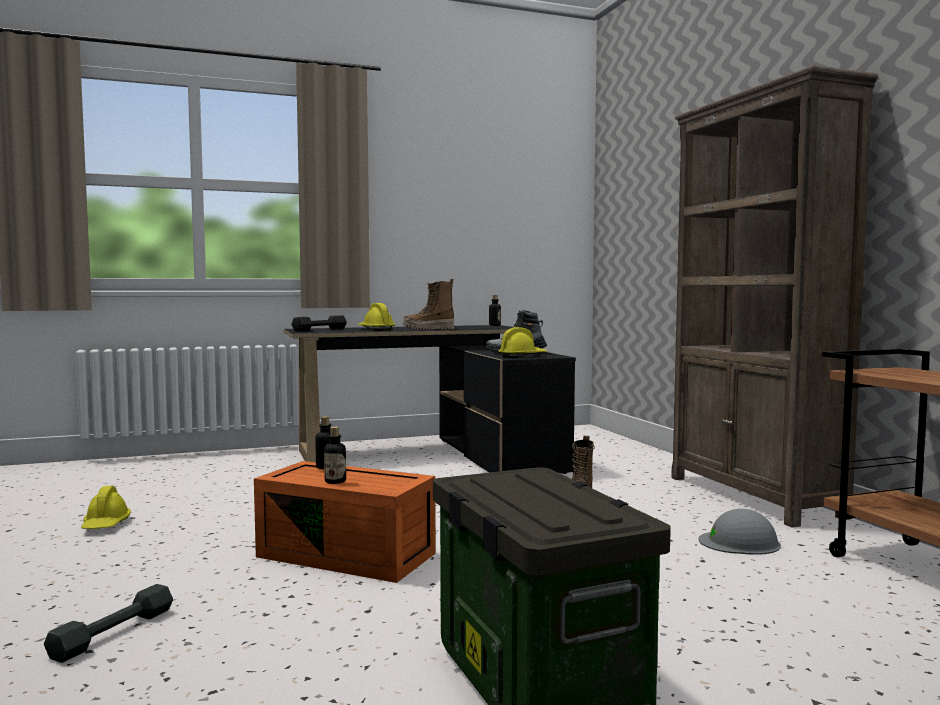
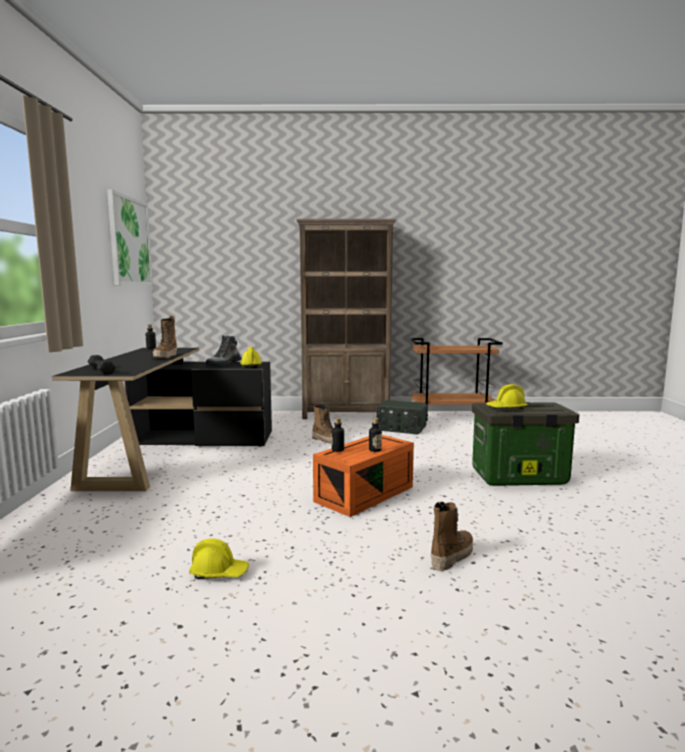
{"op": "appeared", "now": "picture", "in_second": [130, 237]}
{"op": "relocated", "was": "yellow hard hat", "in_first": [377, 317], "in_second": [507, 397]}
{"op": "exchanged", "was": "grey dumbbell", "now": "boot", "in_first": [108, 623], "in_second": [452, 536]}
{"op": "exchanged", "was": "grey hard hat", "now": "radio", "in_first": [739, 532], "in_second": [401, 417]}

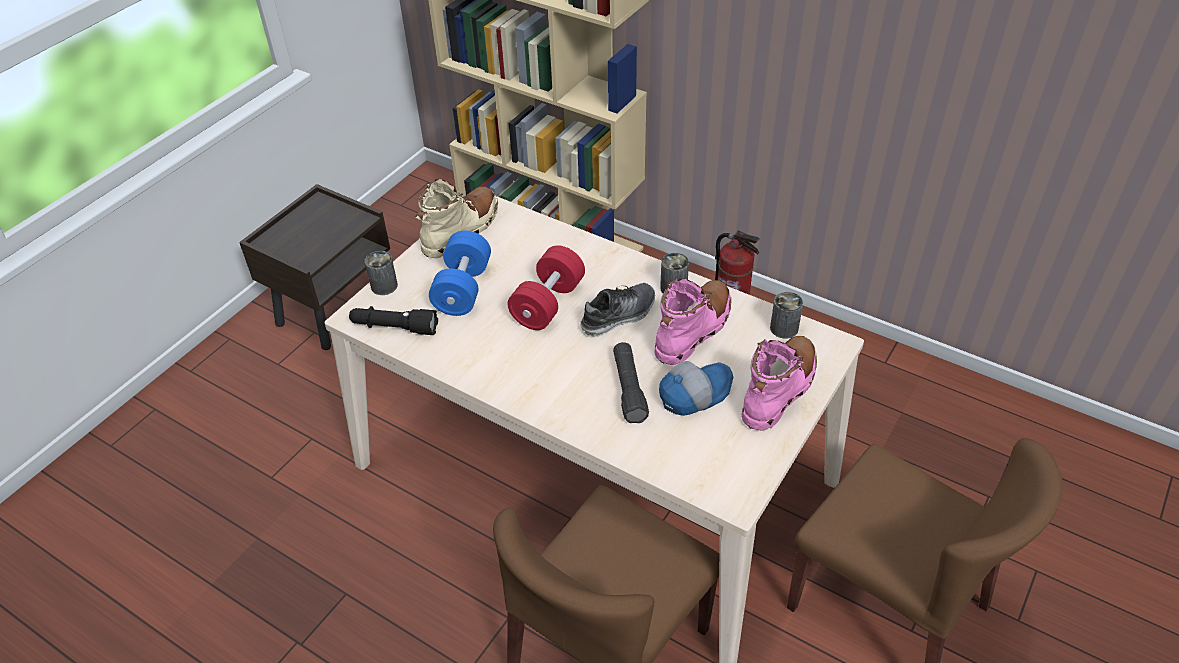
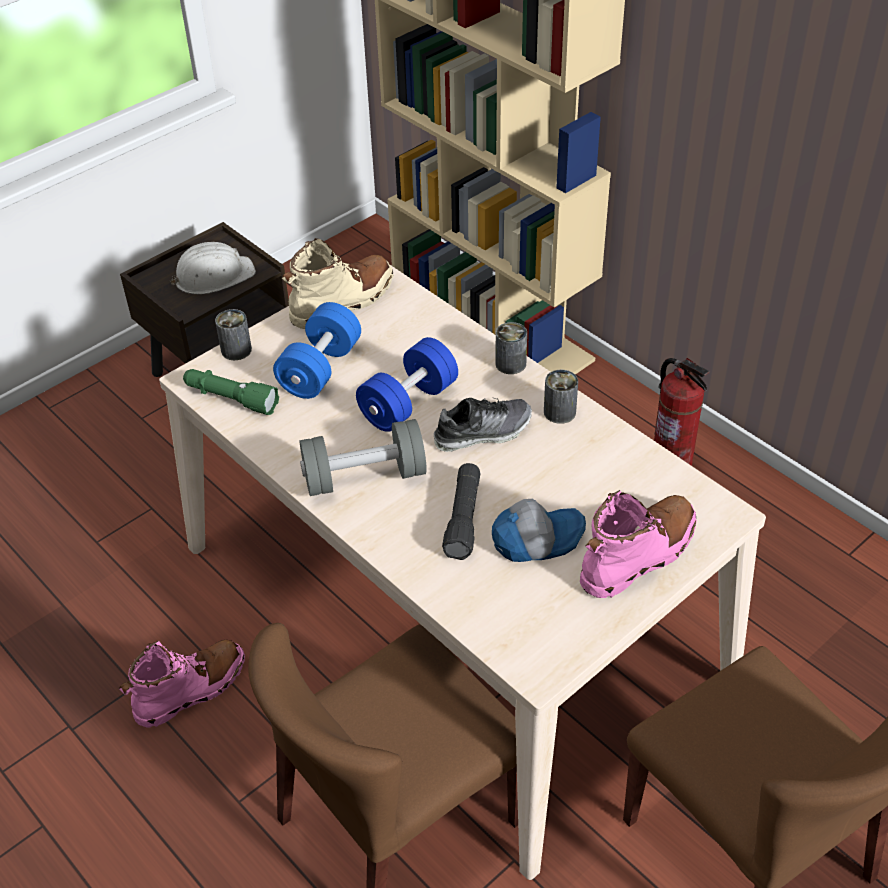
{"op": "appeared", "now": "white hard hat", "in_second": [213, 268]}
{"op": "appeared", "now": "grey dumbbell", "in_second": [363, 457]}
{"op": "relocated", "was": "pink boot", "in_first": [692, 322], "in_second": [182, 683]}
{"op": "relocated", "was": "can", "in_first": [786, 315], "in_second": [511, 348]}
{"op": "colour", "was": "black flashlight", "now": "green flashlight", "in_first": [393, 320], "in_second": [231, 392]}
{"op": "colour", "was": "red dumbbell", "now": "blue dumbbell", "in_first": [546, 287], "in_second": [407, 384]}

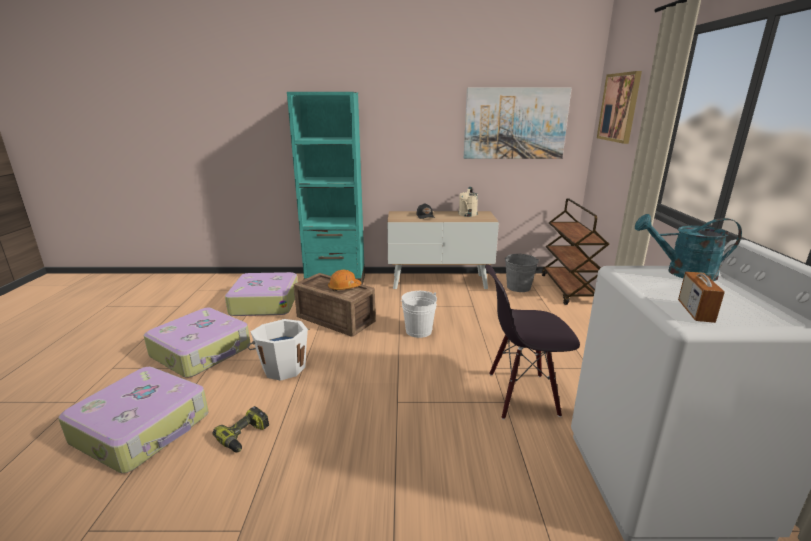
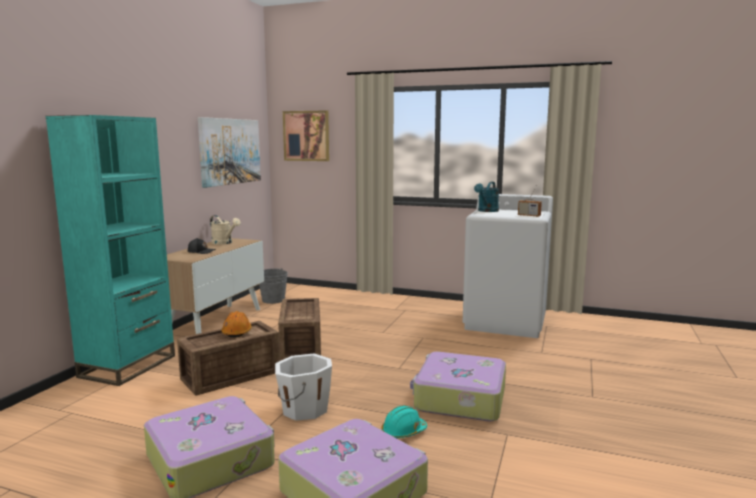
{"op": "missing", "was": "black chair", "in_first": [532, 342]}
{"op": "missing", "was": "brown cart", "in_first": [575, 251]}
{"op": "relocated", "was": "suitcase", "in_first": [261, 294], "in_second": [458, 386]}
{"op": "exchanged", "was": "power drill", "now": "turquoise hard hat", "in_first": [240, 429], "in_second": [404, 421]}
{"op": "exchanged", "was": "white bucket", "now": "crate", "in_first": [418, 314], "in_second": [299, 329]}

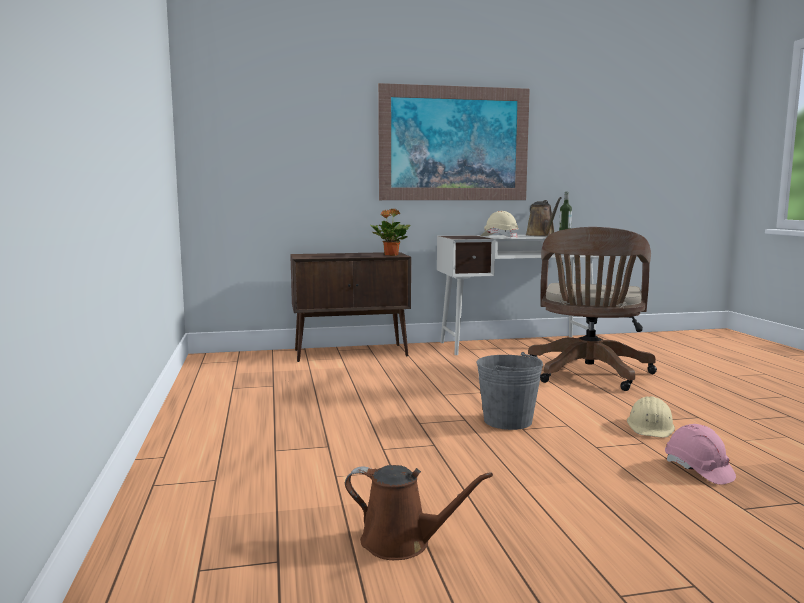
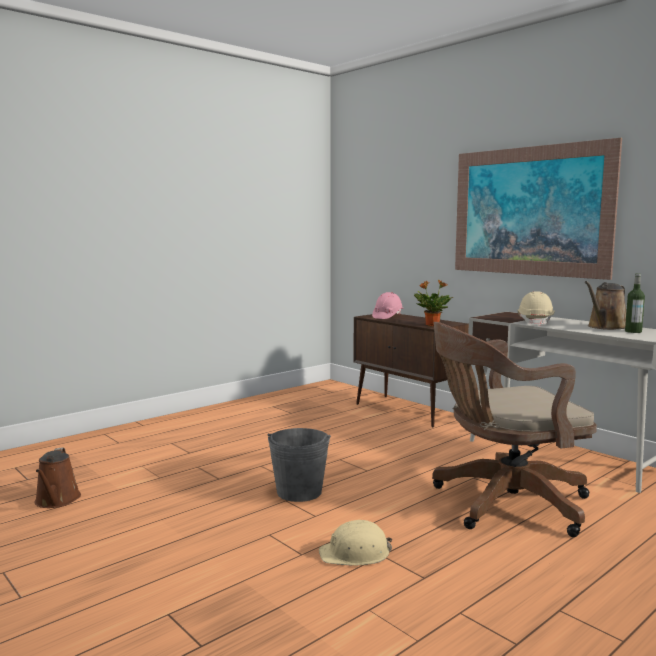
{"op": "relocated", "was": "pink hard hat", "in_first": [700, 454], "in_second": [387, 305]}

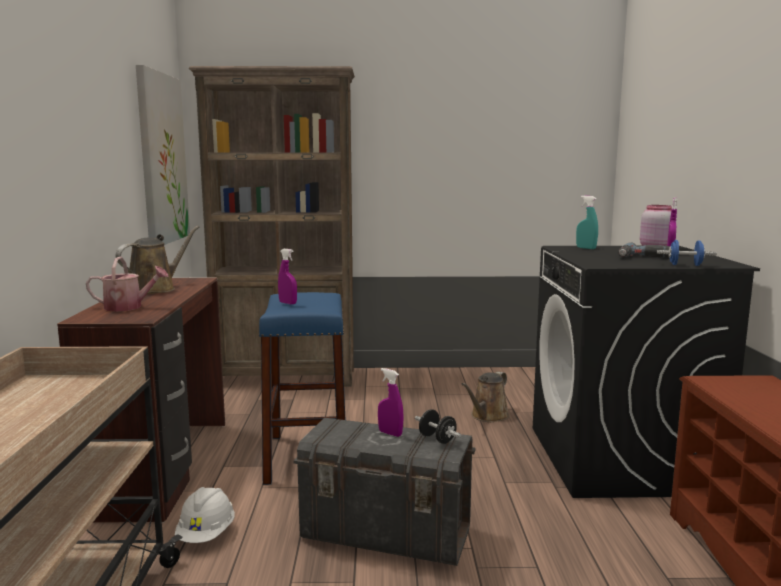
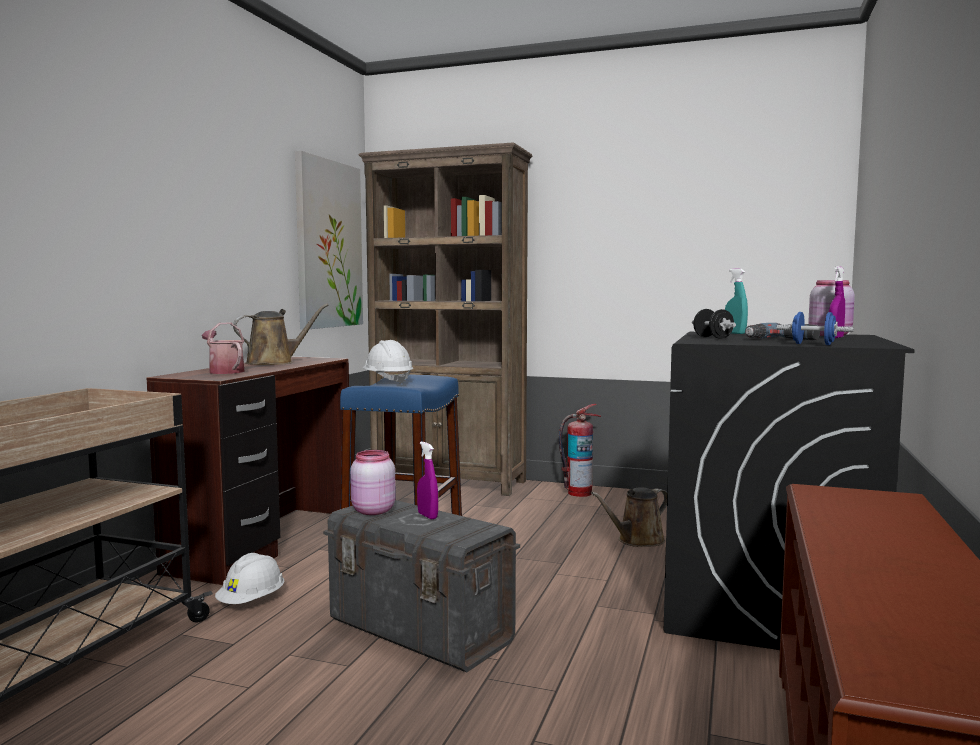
{"op": "appeared", "now": "pink jar", "in_second": [373, 482]}
{"op": "appeared", "now": "fire extinguisher", "in_second": [579, 450]}
{"op": "relocated", "was": "black dumbbell", "in_first": [438, 426], "in_second": [714, 324]}
{"op": "exchanged", "was": "purple spray bottle", "now": "white hard hat", "in_first": [287, 276], "in_second": [388, 362]}
{"op": "spun", "was": "watering can", "in_first": [127, 284], "in_second": [223, 348], "clockwise": -150}

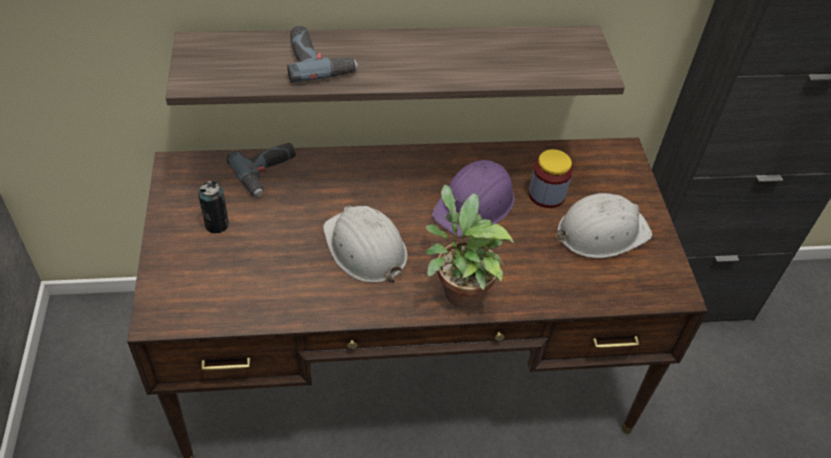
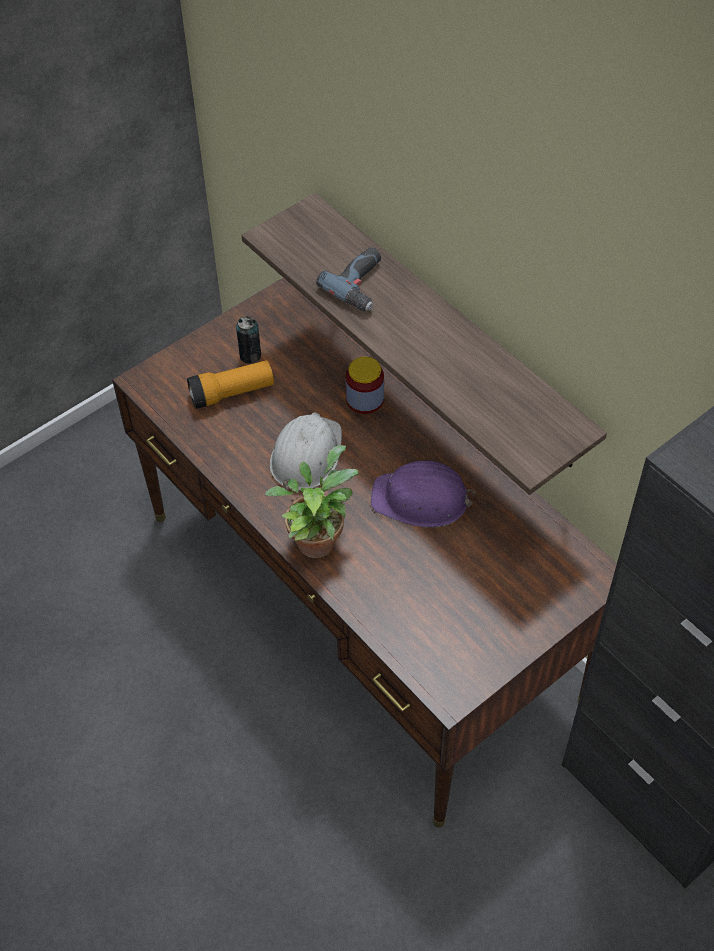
{"op": "missing", "was": "power drill", "in_first": [261, 170]}
{"op": "missing", "was": "white hard hat", "in_first": [604, 225]}
{"op": "appeared", "now": "flashlight", "in_second": [230, 384]}
{"op": "relocated", "was": "jar", "in_first": [550, 178], "in_second": [365, 385]}

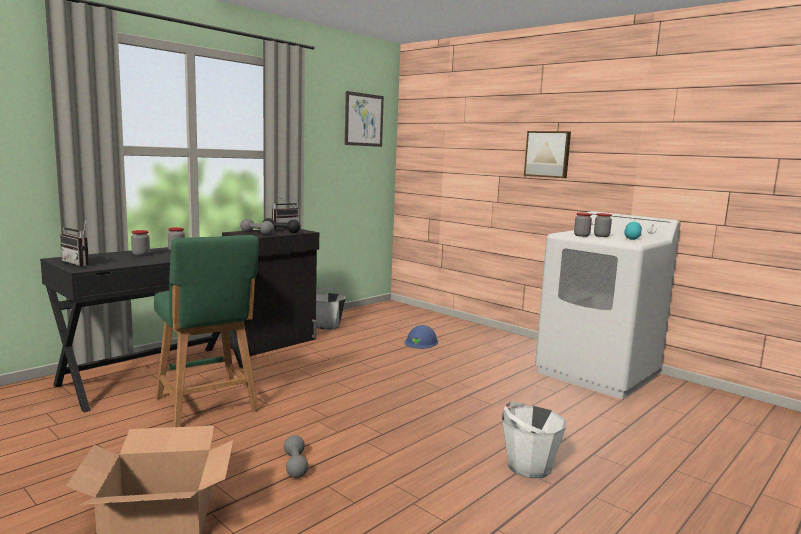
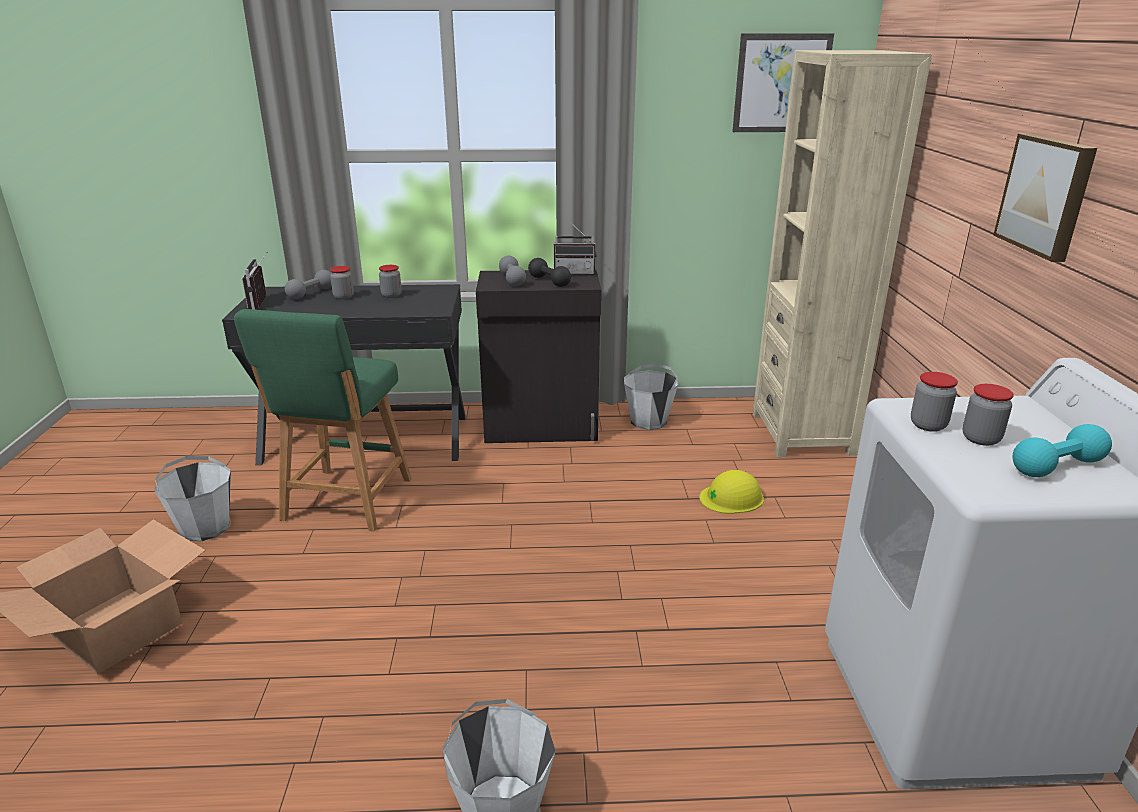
{"op": "appeared", "now": "white bucket", "in_second": [192, 498]}
{"op": "appeared", "now": "beige bookcase", "in_second": [842, 253]}
{"op": "relocated", "was": "grey dumbbell", "in_first": [296, 456], "in_second": [308, 284]}
{"op": "colour", "was": "blue hard hat", "now": "yellow hard hat", "in_first": [421, 337], "in_second": [731, 492]}

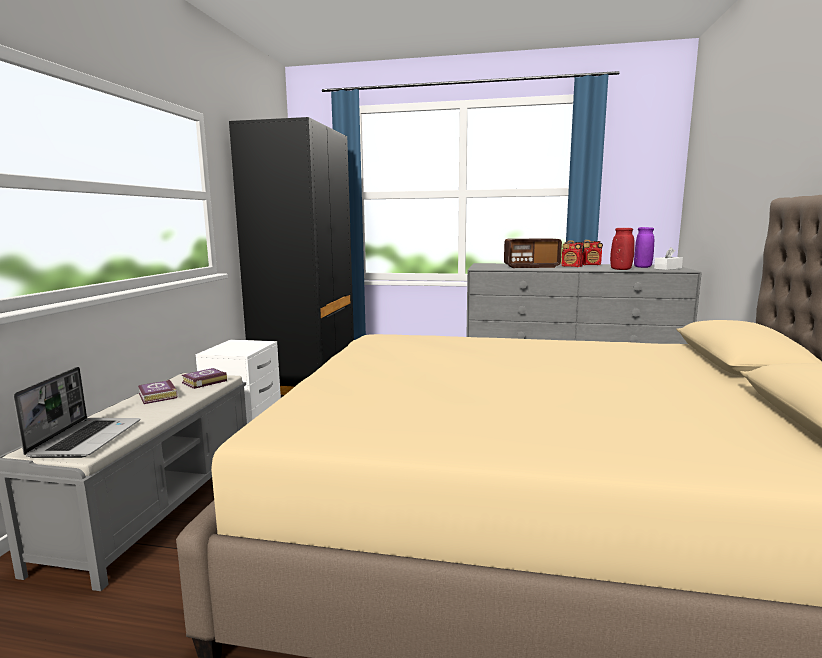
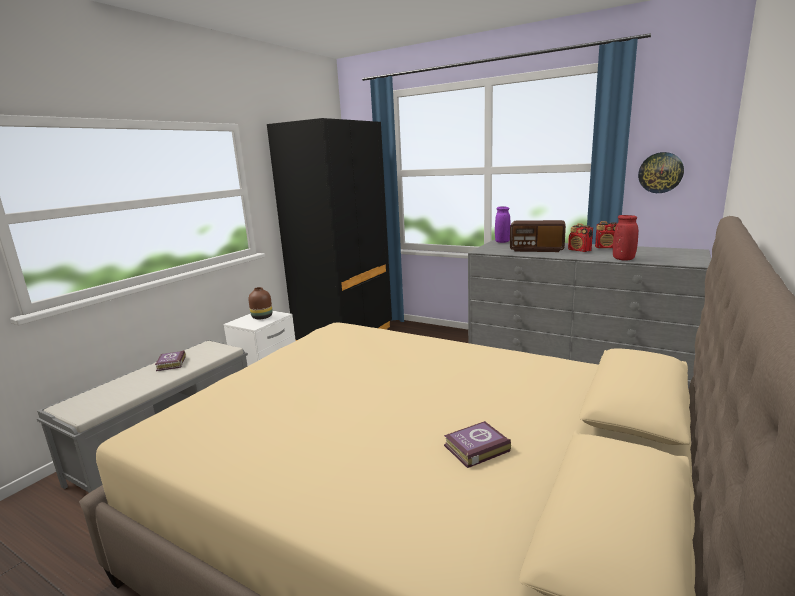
{"op": "missing", "was": "laptop", "in_first": [76, 412]}
{"op": "missing", "was": "white tissue box", "in_first": [668, 258]}
{"op": "appeared", "now": "brown vase", "in_second": [260, 303]}
{"op": "appeared", "now": "wall clock", "in_second": [661, 172]}
{"op": "relocated", "was": "book", "in_first": [204, 378], "in_second": [477, 444]}
{"op": "relocated", "was": "purple vase", "in_first": [644, 247], "in_second": [503, 224]}

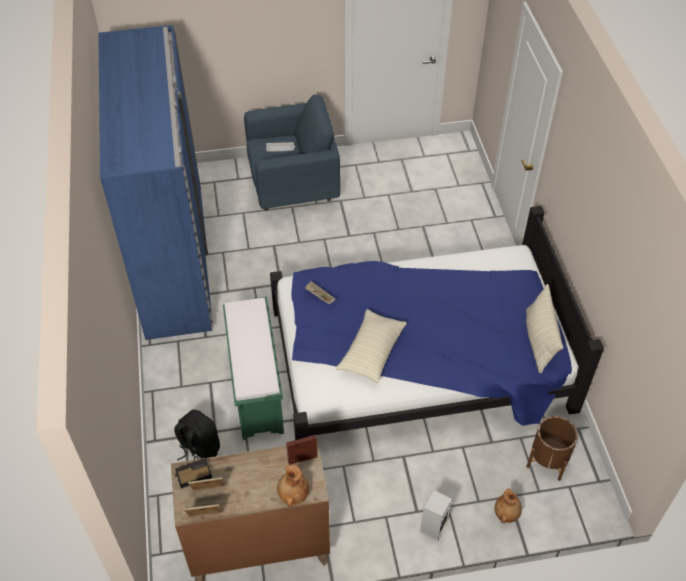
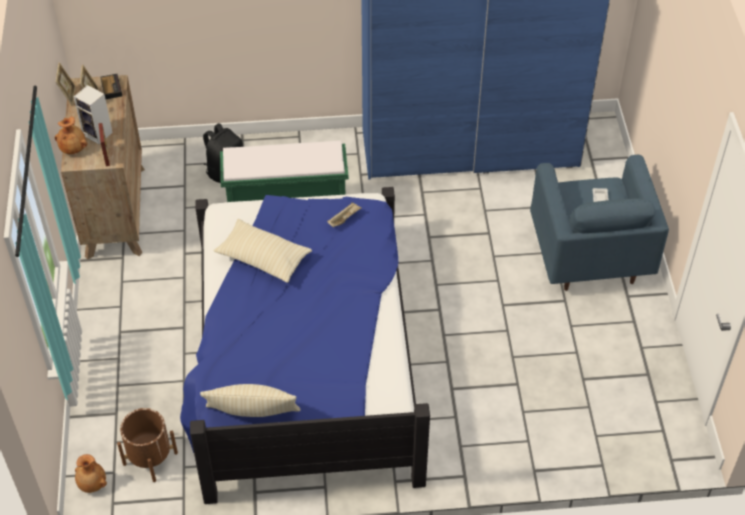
{"op": "relocated", "was": "speaker", "in_first": [436, 515], "in_second": [93, 114]}
{"op": "relocated", "was": "brown vase", "in_first": [508, 505], "in_second": [91, 473]}

